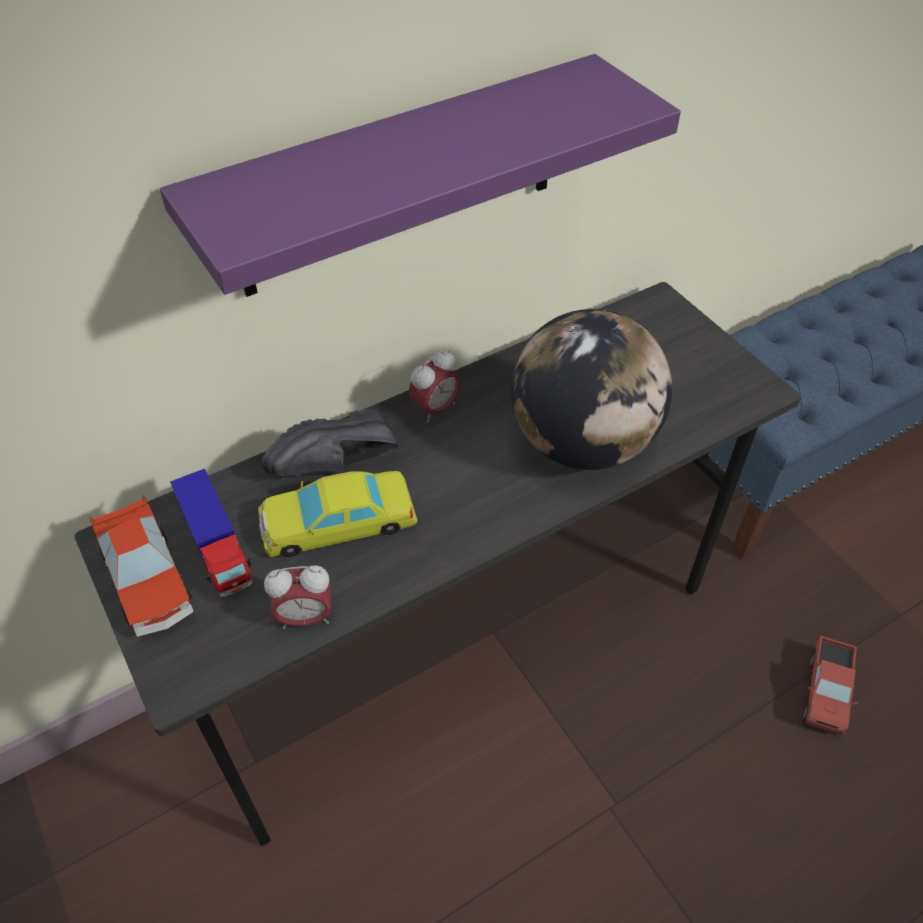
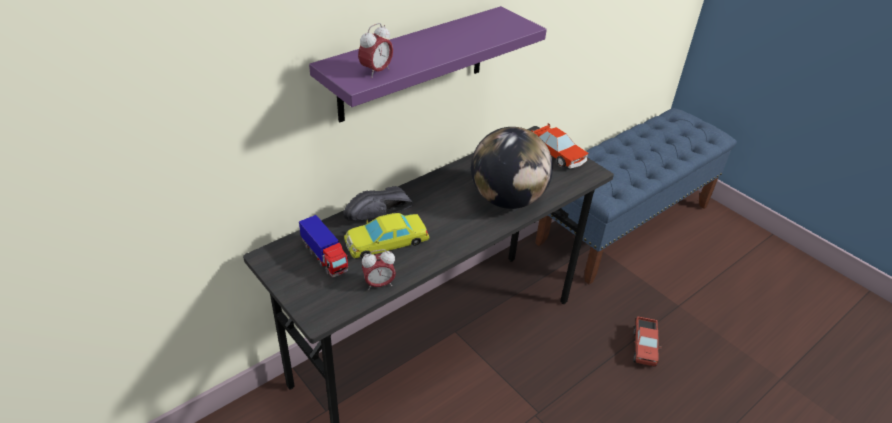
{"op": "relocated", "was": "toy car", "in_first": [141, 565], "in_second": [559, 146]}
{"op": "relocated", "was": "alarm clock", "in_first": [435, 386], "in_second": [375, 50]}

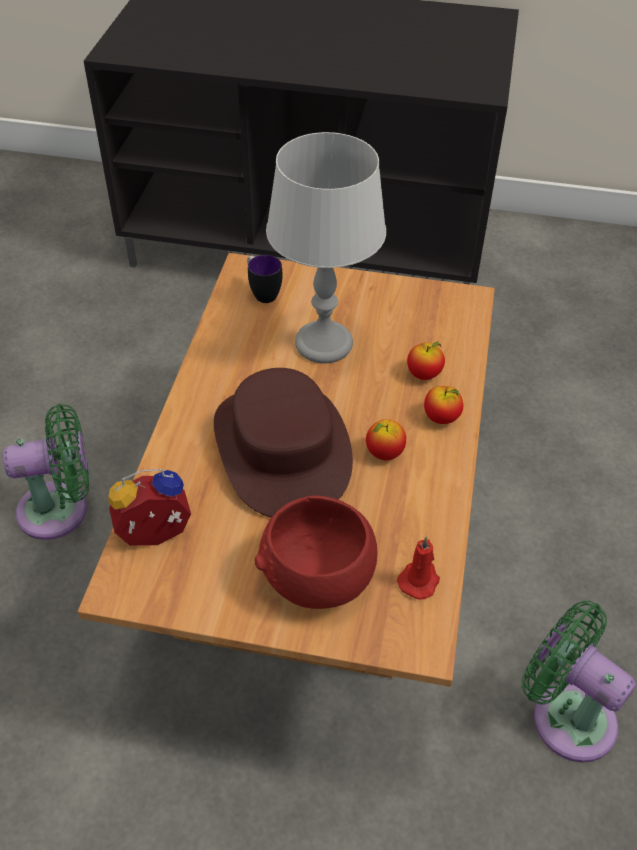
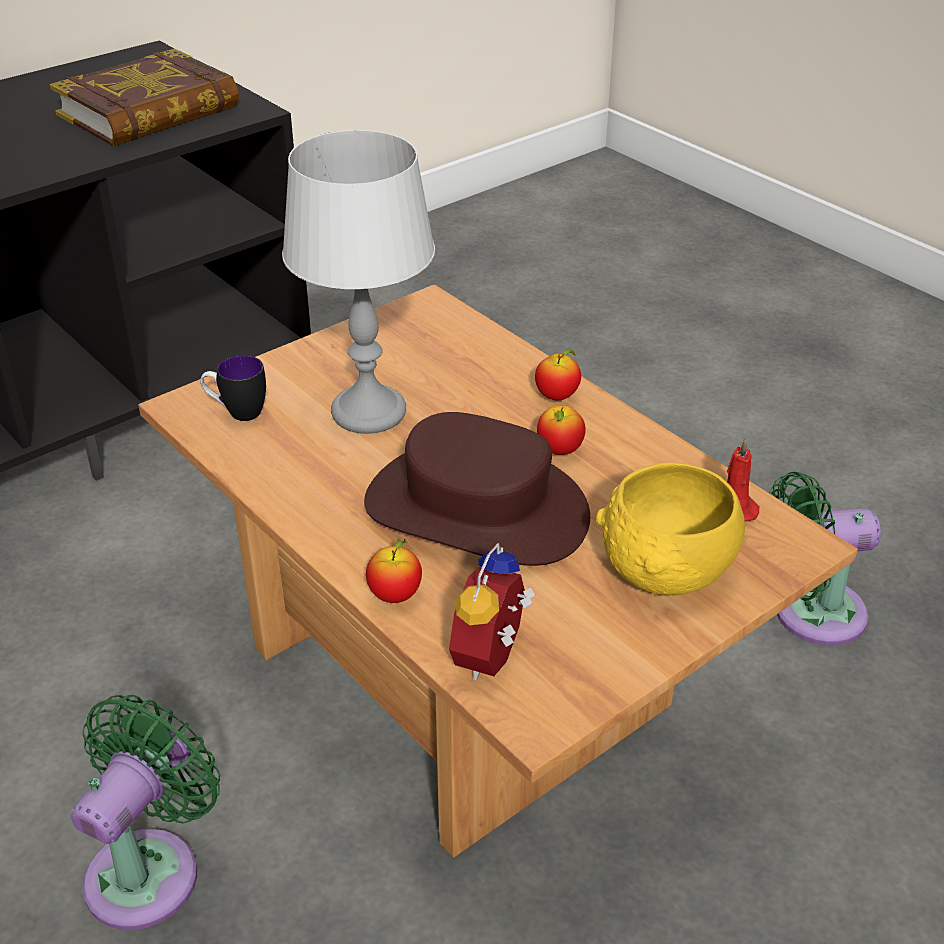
{"op": "appeared", "now": "book", "in_second": [144, 97]}
{"op": "relocated", "was": "apple", "in_first": [426, 361], "in_second": [394, 570]}
{"op": "colour", "was": "red bowl", "now": "yellow bowl", "in_first": [315, 552], "in_second": [670, 529]}

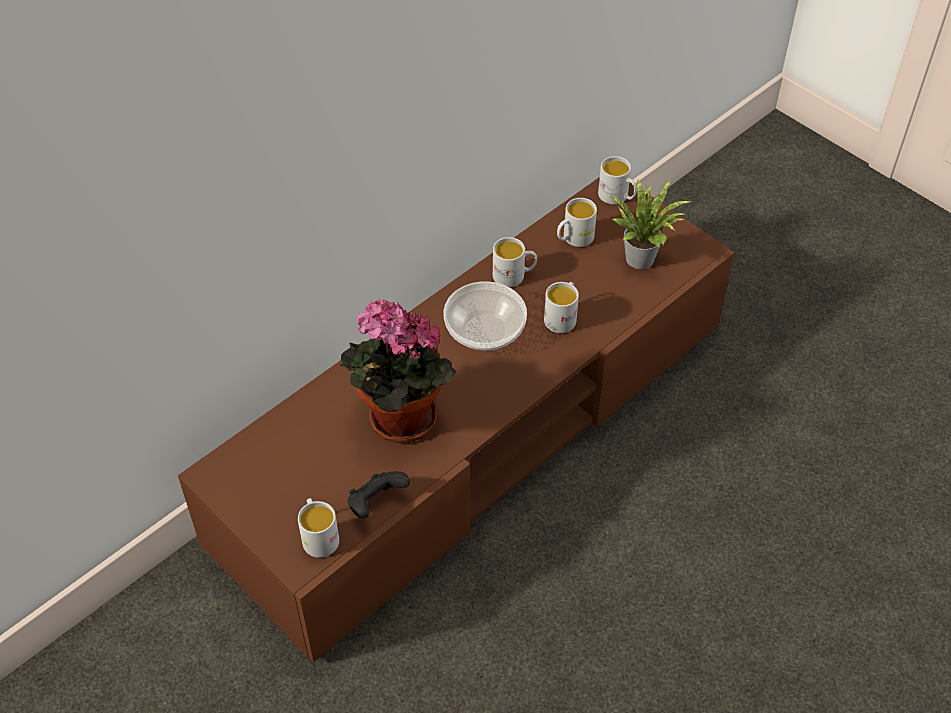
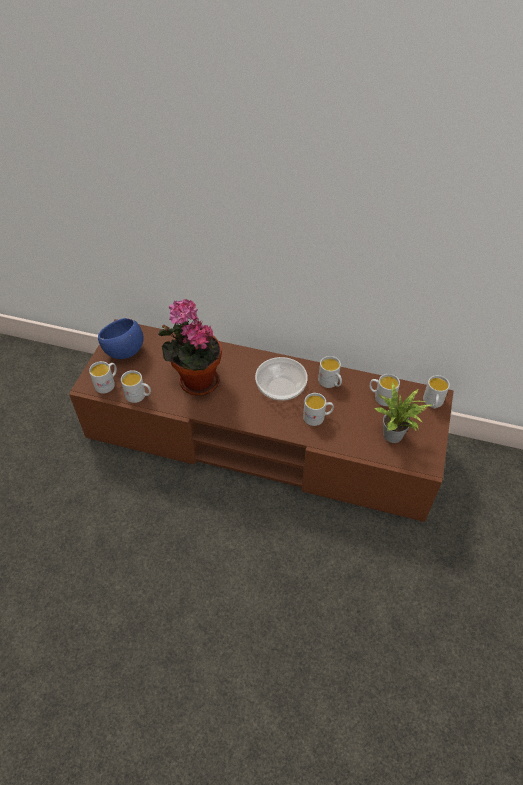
{"op": "appeared", "now": "blue bowl", "in_second": [121, 338]}
{"op": "exchanged", "was": "black game controller", "now": "white mug", "in_first": [379, 494], "in_second": [136, 386]}

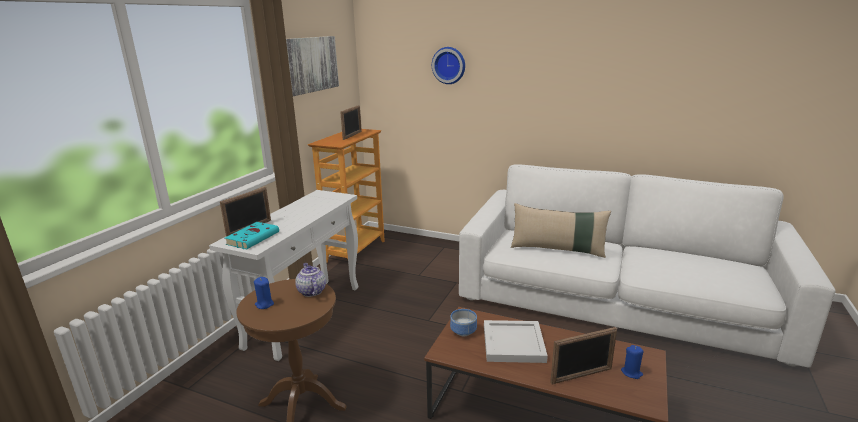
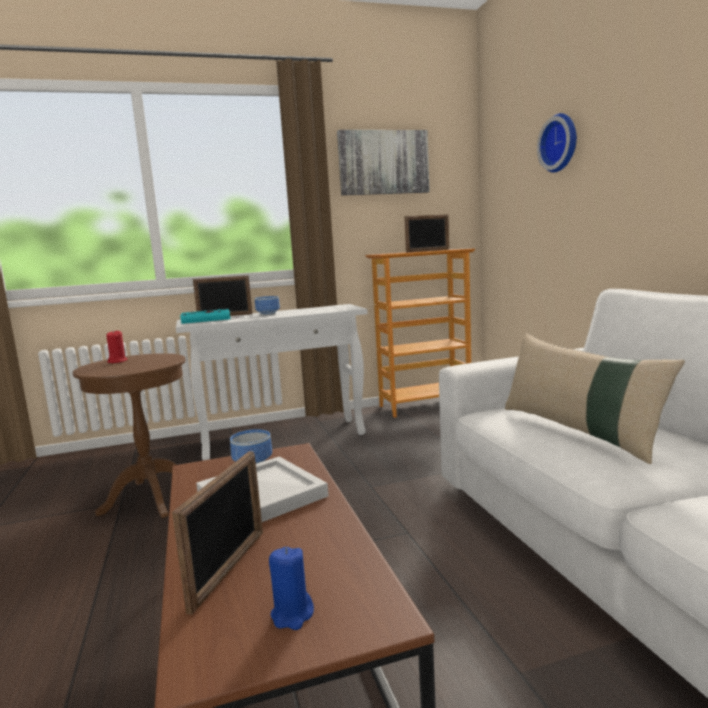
{"op": "missing", "was": "teapot", "in_first": [310, 280]}
{"op": "appeared", "now": "bowl", "in_second": [267, 305]}
{"op": "colour", "was": "blue candle", "now": "red candle", "in_first": [264, 293], "in_second": [117, 347]}
{"op": "spun", "was": "picture frame", "in_first": [583, 355], "in_second": [217, 533], "clockwise": -105}

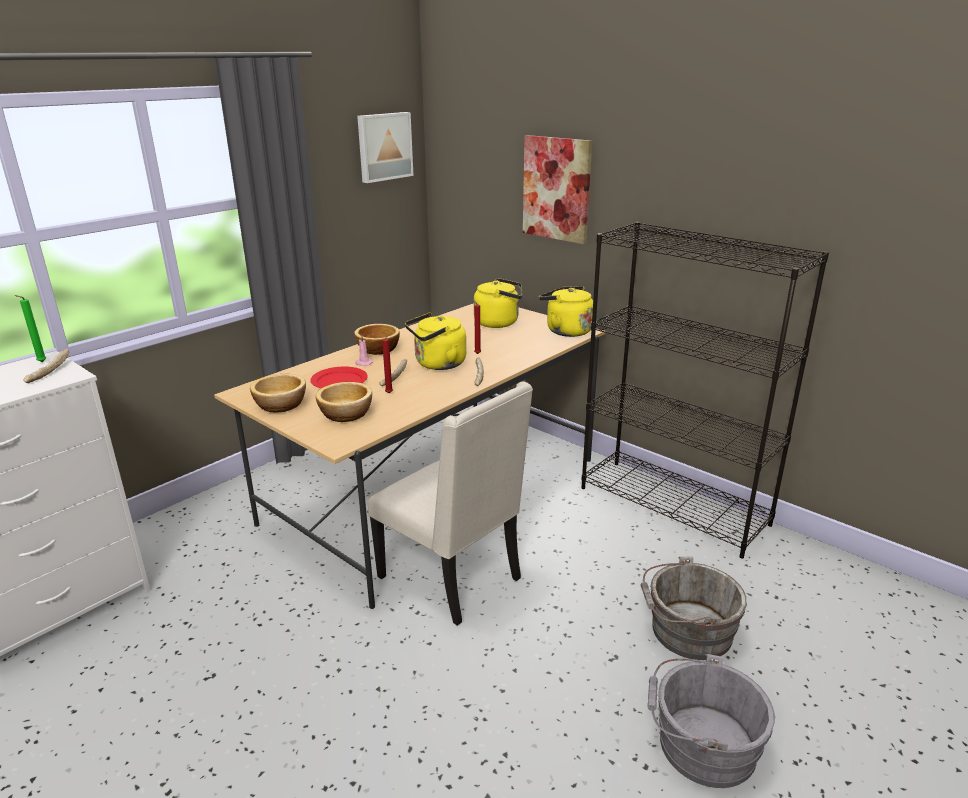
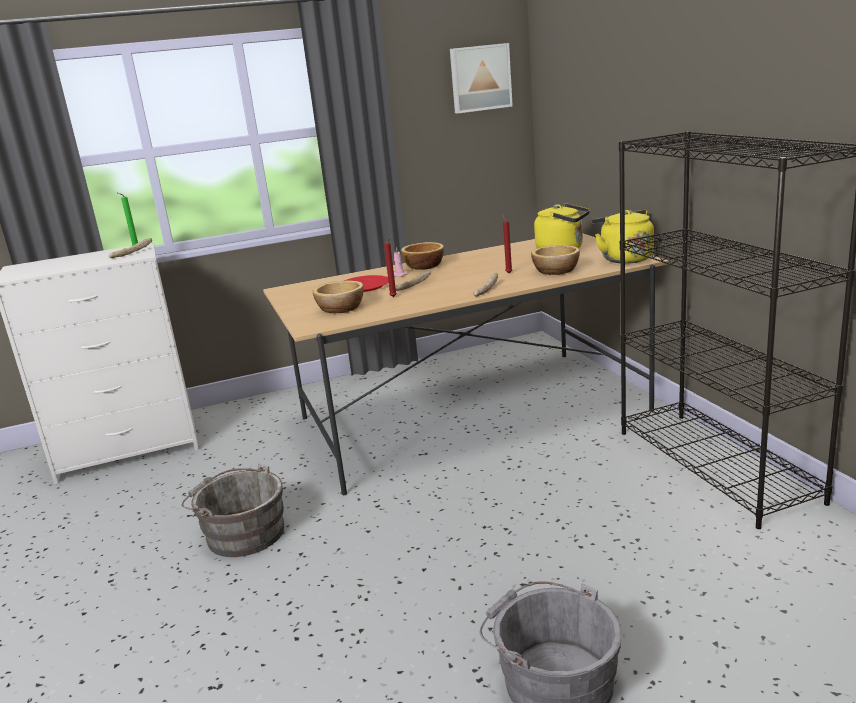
{"op": "missing", "was": "beige chair", "in_first": [450, 503]}
{"op": "missing", "was": "yellow kettle", "in_first": [435, 341]}
{"op": "missing", "was": "picture", "in_first": [557, 189]}
{"op": "relocated", "was": "bowl", "in_first": [278, 393], "in_second": [555, 260]}
{"op": "relocated", "was": "grey bucket", "in_first": [694, 608], "in_second": [233, 510]}

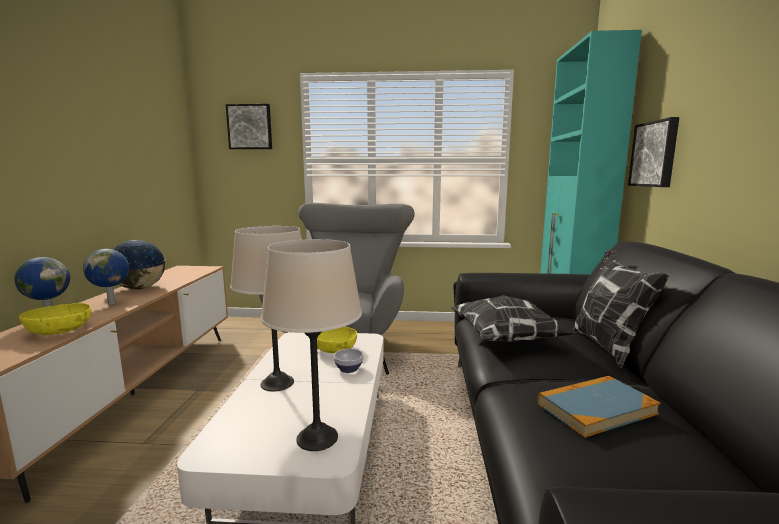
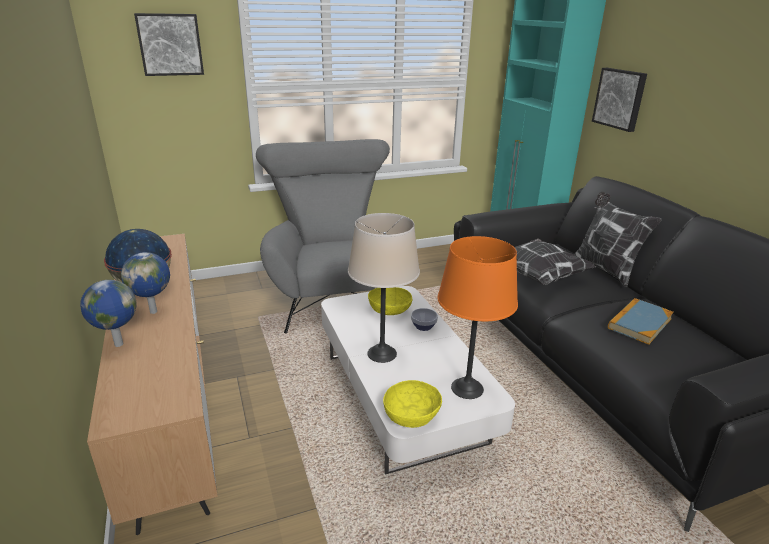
{"op": "relocated", "was": "yellow bowl", "in_first": [55, 319], "in_second": [412, 404]}
{"op": "colour", "was": "beige table lamp", "now": "orange table lamp", "in_first": [311, 345], "in_second": [478, 317]}

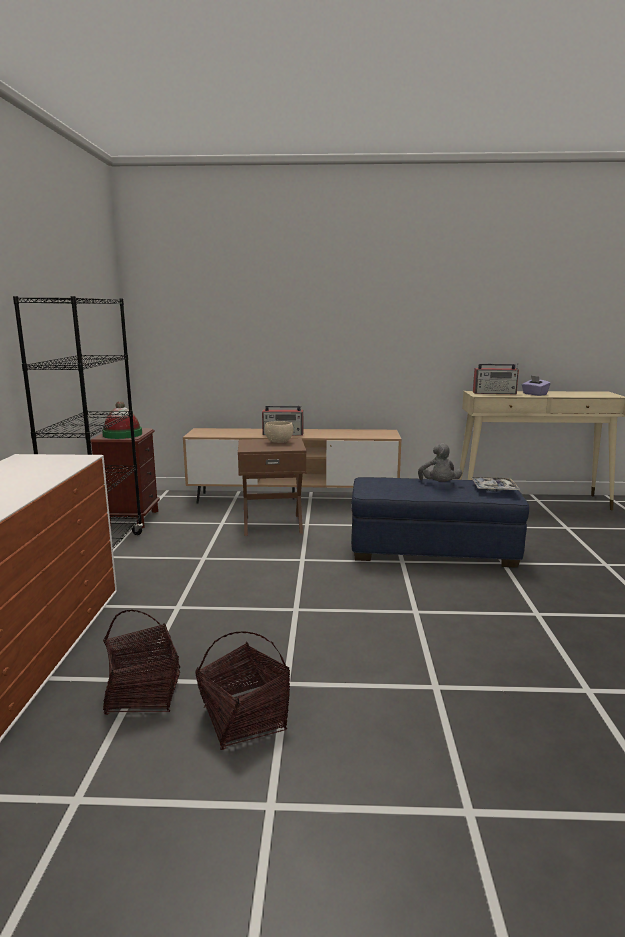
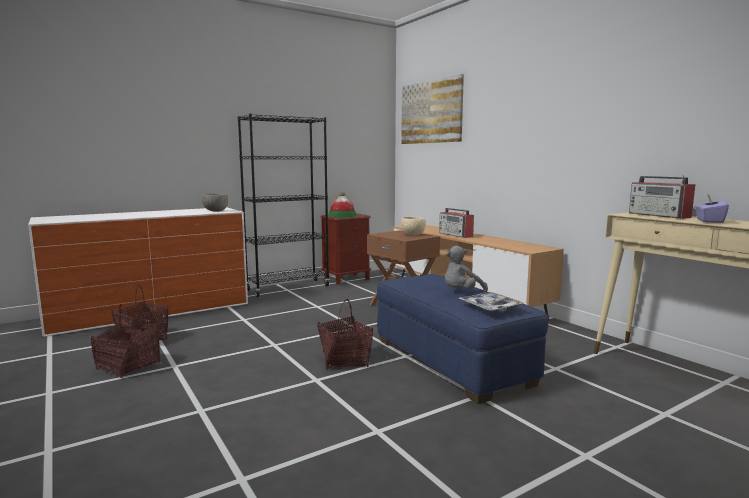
{"op": "appeared", "now": "grey bowl", "in_second": [215, 203]}
{"op": "appeared", "now": "basket", "in_second": [345, 334]}
{"op": "appeared", "now": "picture", "in_second": [432, 109]}

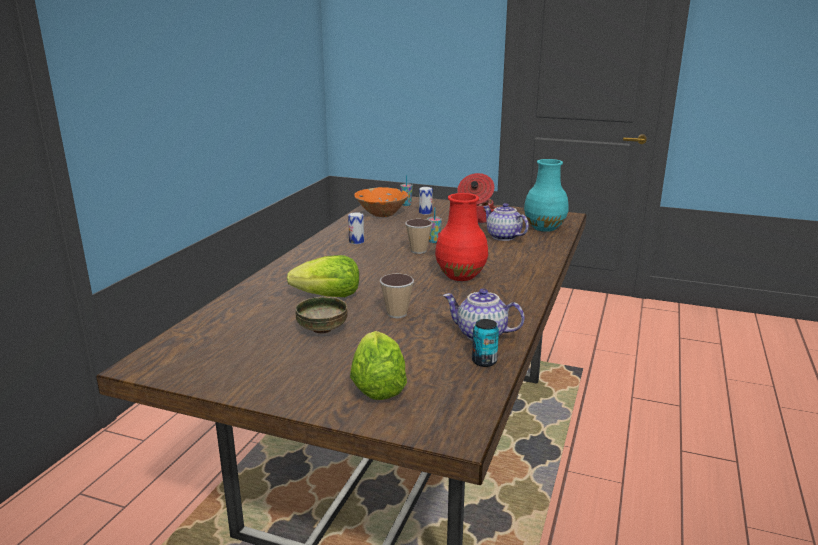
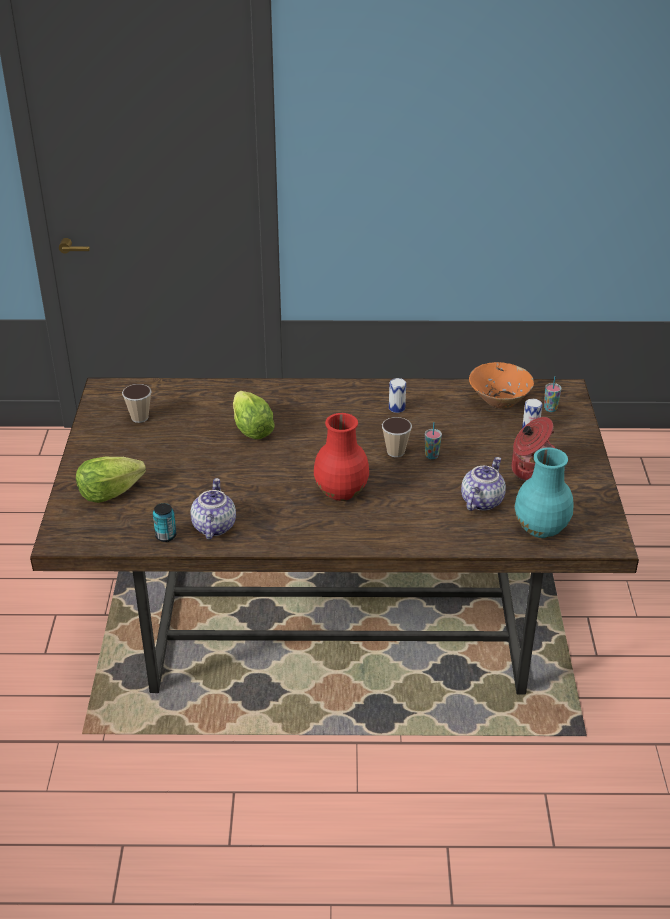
{"op": "missing", "was": "bowl", "in_first": [321, 315]}
{"op": "relocated", "was": "cup", "in_first": [397, 296], "in_second": [137, 403]}

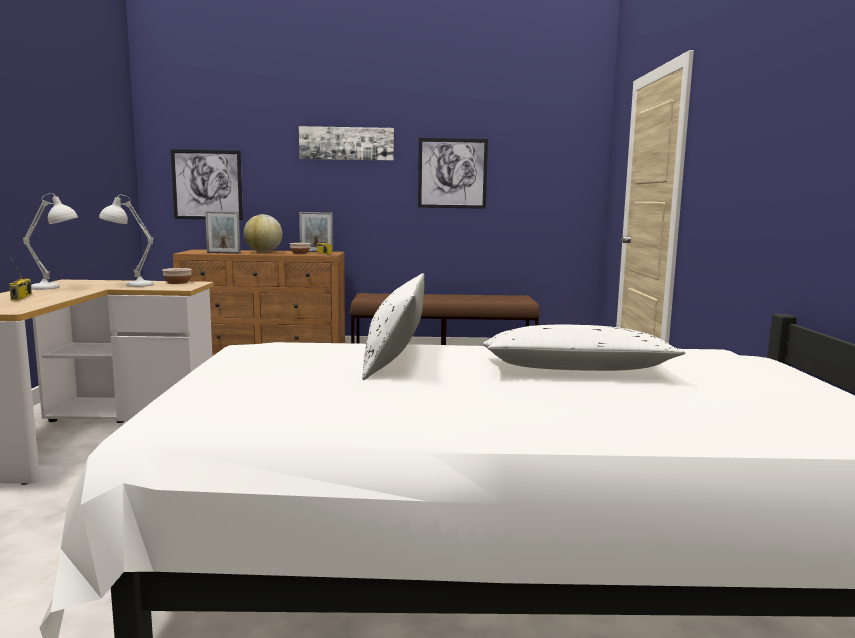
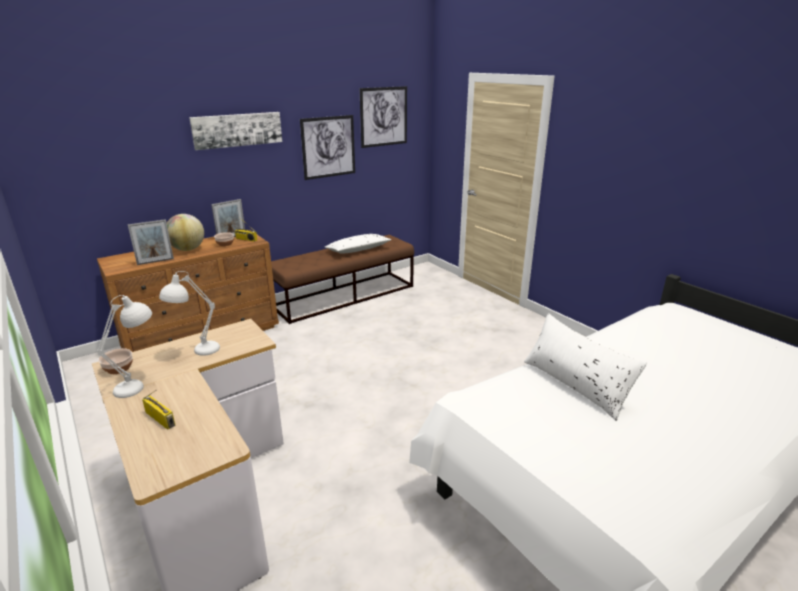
{"op": "relocated", "was": "bowl", "in_first": [177, 276], "in_second": [115, 361]}
{"op": "relocated", "was": "picture", "in_first": [207, 184], "in_second": [383, 117]}
{"op": "relocated", "was": "white pillow", "in_first": [584, 347], "in_second": [358, 244]}

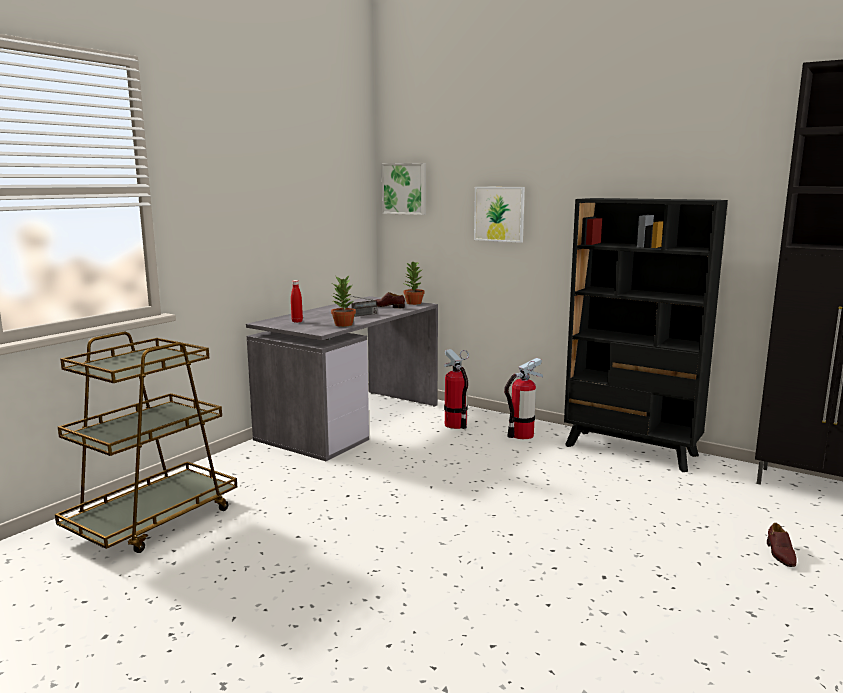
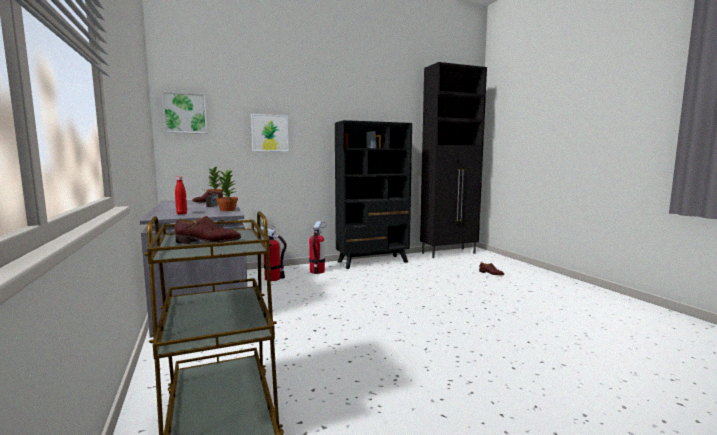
{"op": "appeared", "now": "brown shoe", "in_second": [208, 230]}

